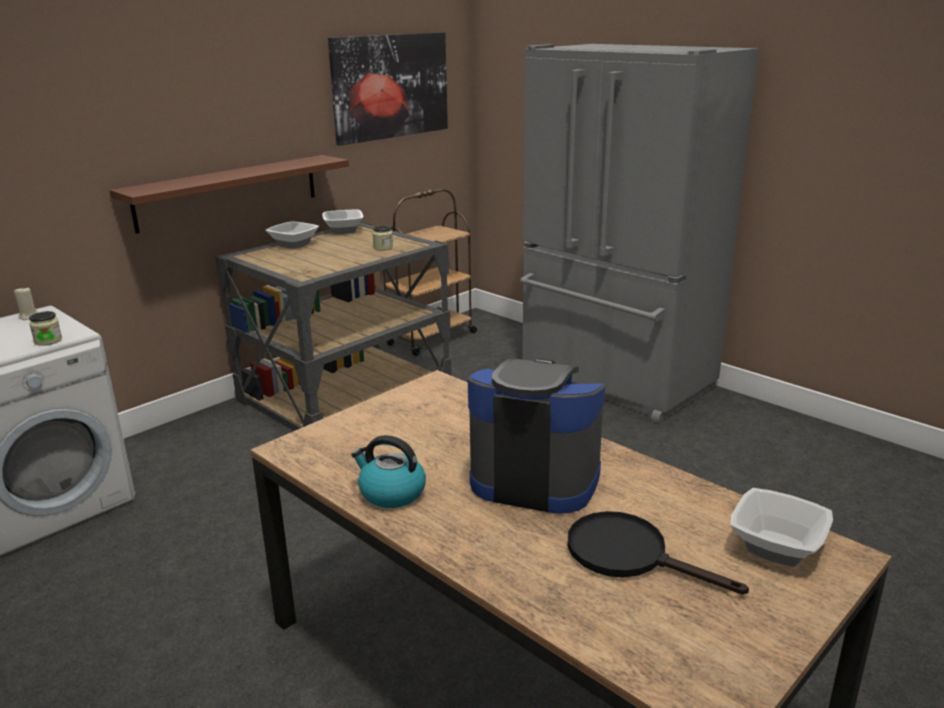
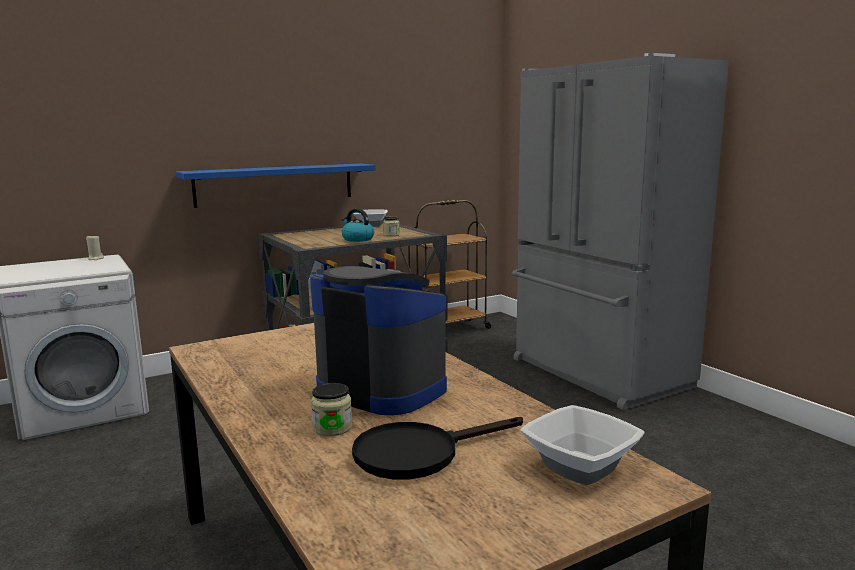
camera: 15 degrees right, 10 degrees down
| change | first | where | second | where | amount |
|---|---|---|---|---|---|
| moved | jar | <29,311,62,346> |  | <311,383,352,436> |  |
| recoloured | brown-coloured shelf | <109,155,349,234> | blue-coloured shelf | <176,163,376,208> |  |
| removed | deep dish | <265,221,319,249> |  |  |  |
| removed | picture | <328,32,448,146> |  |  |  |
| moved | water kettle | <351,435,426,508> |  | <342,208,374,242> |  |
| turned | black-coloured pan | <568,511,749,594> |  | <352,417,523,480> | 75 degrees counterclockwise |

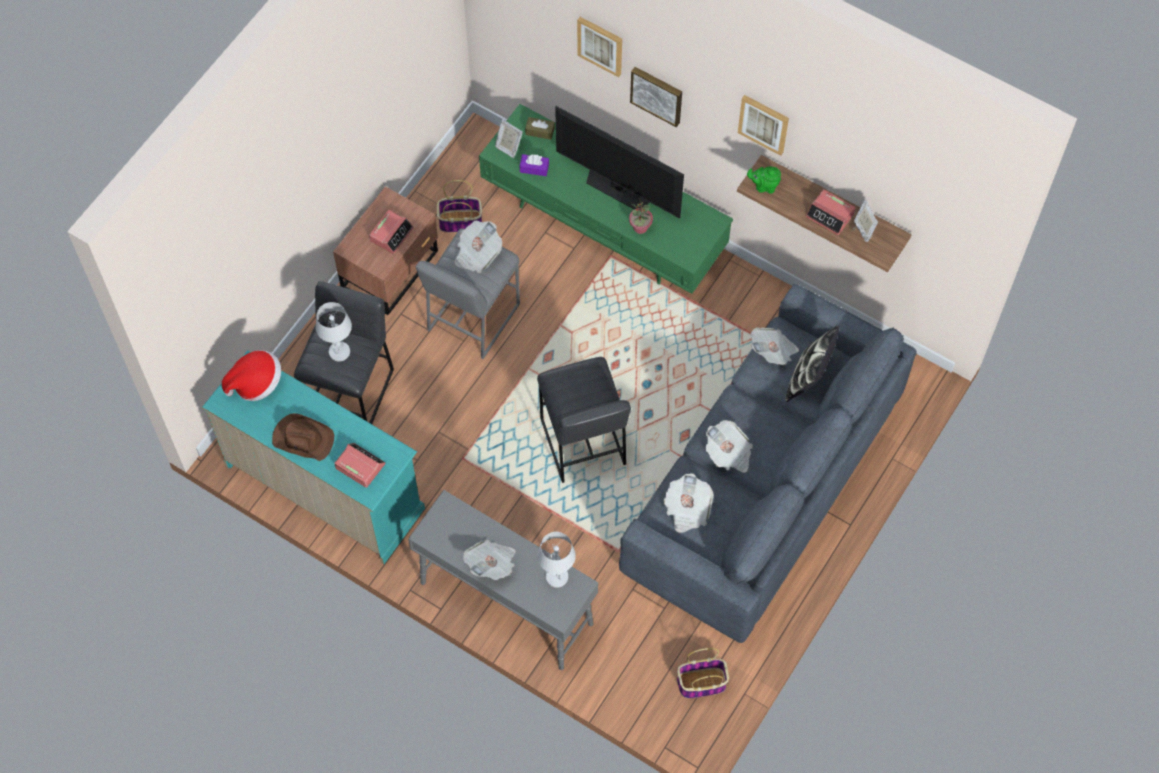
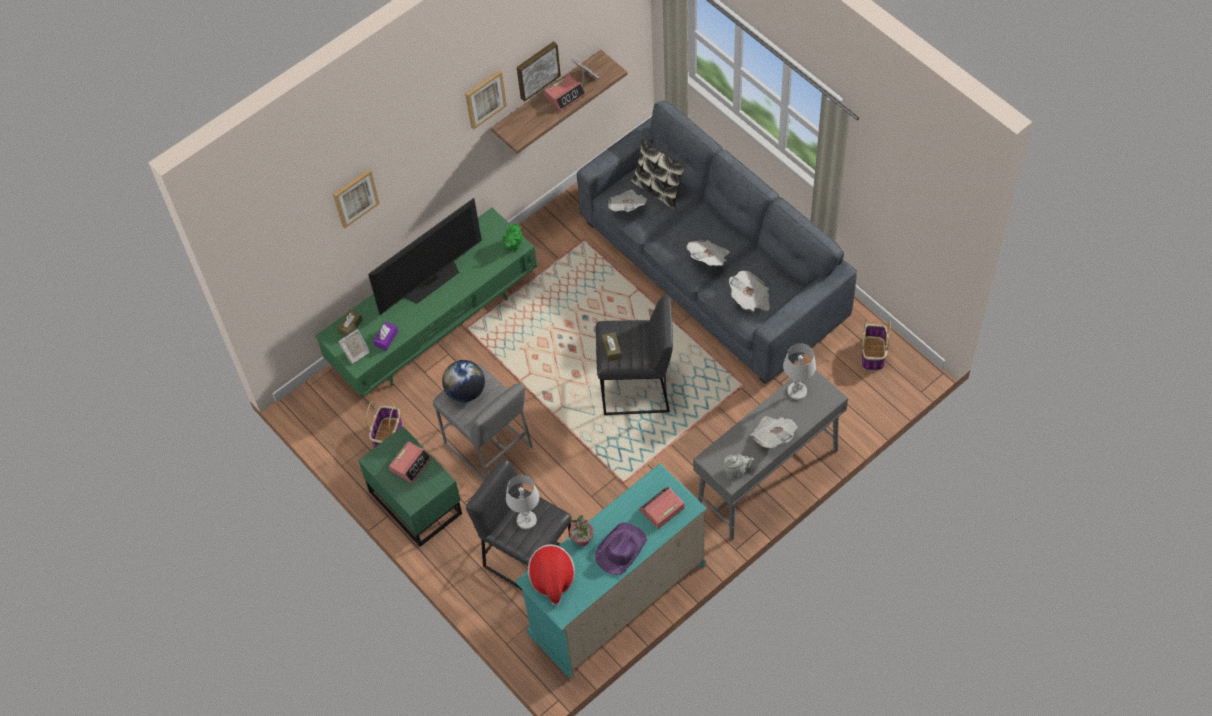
camera: 70 degrees left, 5 degrees down
| change | first | where | second | where | amount |
|---|---|---|---|---|---|
| recoloured | brown-coloured wearable hat | <272,413,334,461> | purple wearable hat | <595,523,648,575> |  |
| recoloured | brown-coloured bedside table | <333,186,438,315> | green bedside table | <358,426,462,547> |  |
| turned | bedside clock | <369,210,414,254> |  | <389,441,432,483> | 75 degrees clockwise |
| replaced | printed paper | <454,221,502,273> | globe | <442,360,485,402> |  |
| moved | houseplant | <629,198,653,234> |  | <570,515,594,546> |  |
| moved | picture | <630,67,682,127> |  | <517,41,561,102> |  |
| moved | green tea pot | <747,167,781,194> |  | <503,224,522,251> |  |
| added |  |  | brown-coloured box of tissues | <602,332,621,362> |  |
| added |  |  | grey tea pot | <723,454,754,479> |  |

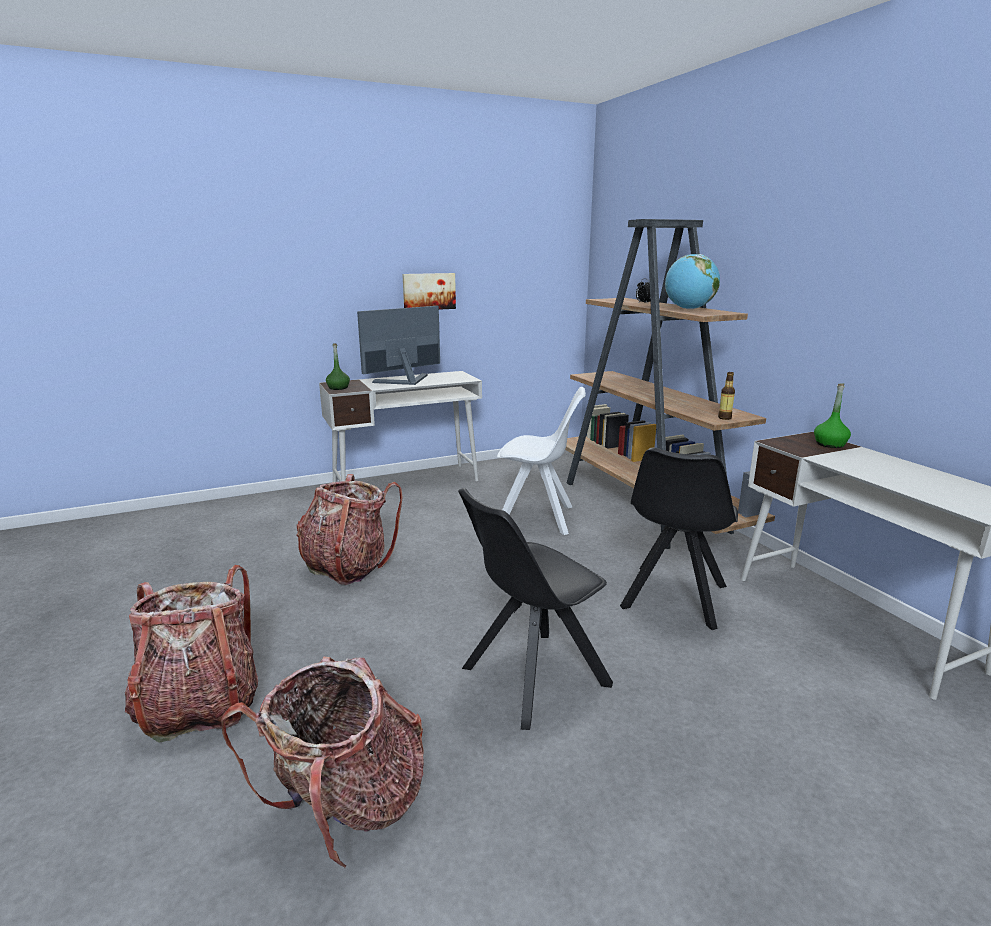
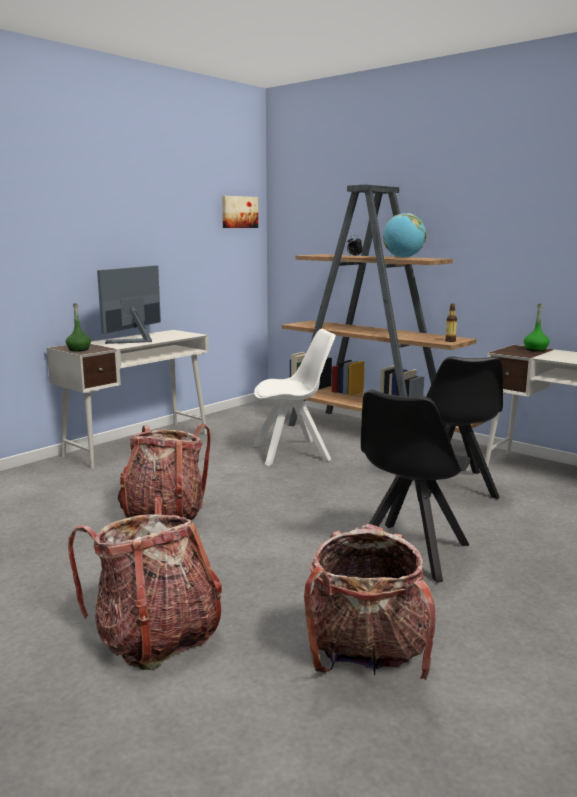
camera: 25 degrees left, 5 degrees down
| change | first | where | second | where | amount |
|---|---|---|---|---|---|
| moved | picture | <402,273,456,310> |  | <222,196,258,228> |  |

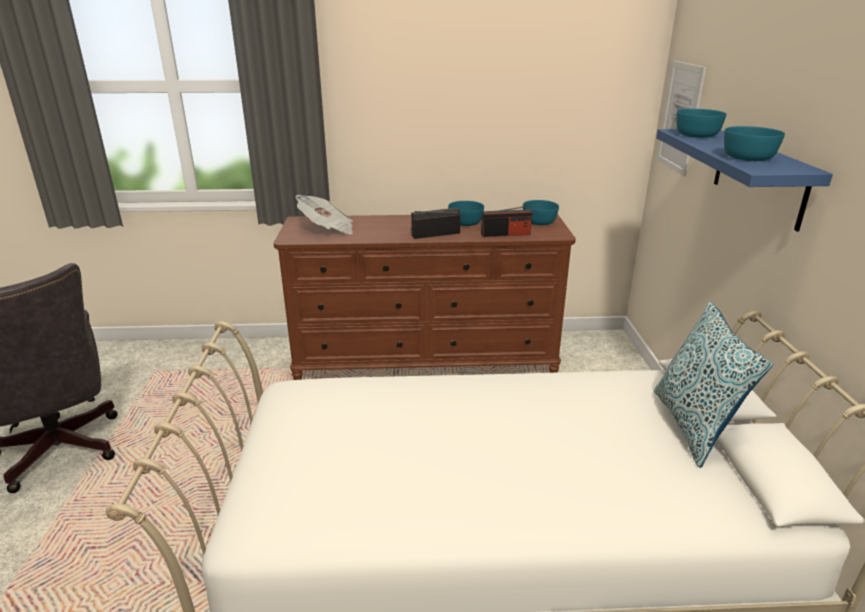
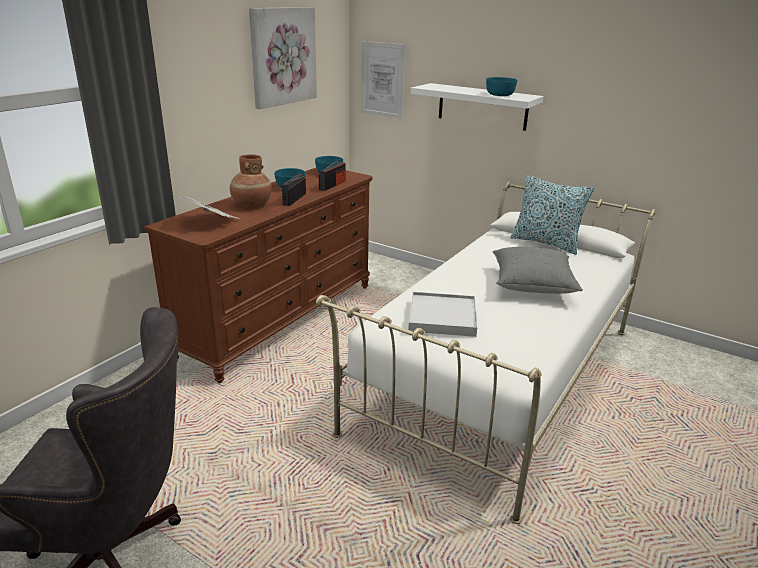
camera: 55 degrees left, 0 degrees up
| change | first | where | second | where | amount |
|---|---|---|---|---|---|
| recoloured | blue-coloured shelf | <656,129,833,232> | whitish shelf | <411,83,544,131> |  |
| removed | blue-green deep dish | <676,109,727,138> |  |  |  |
| added |  |  | brown-coloured decorative vase | <230,154,272,208> |  |
| added |  |  | picture | <249,7,317,109> |  |
| added |  |  | whitish tray | <408,292,477,337> |  |
| added |  |  | grey pillow | <493,247,583,294> |  |

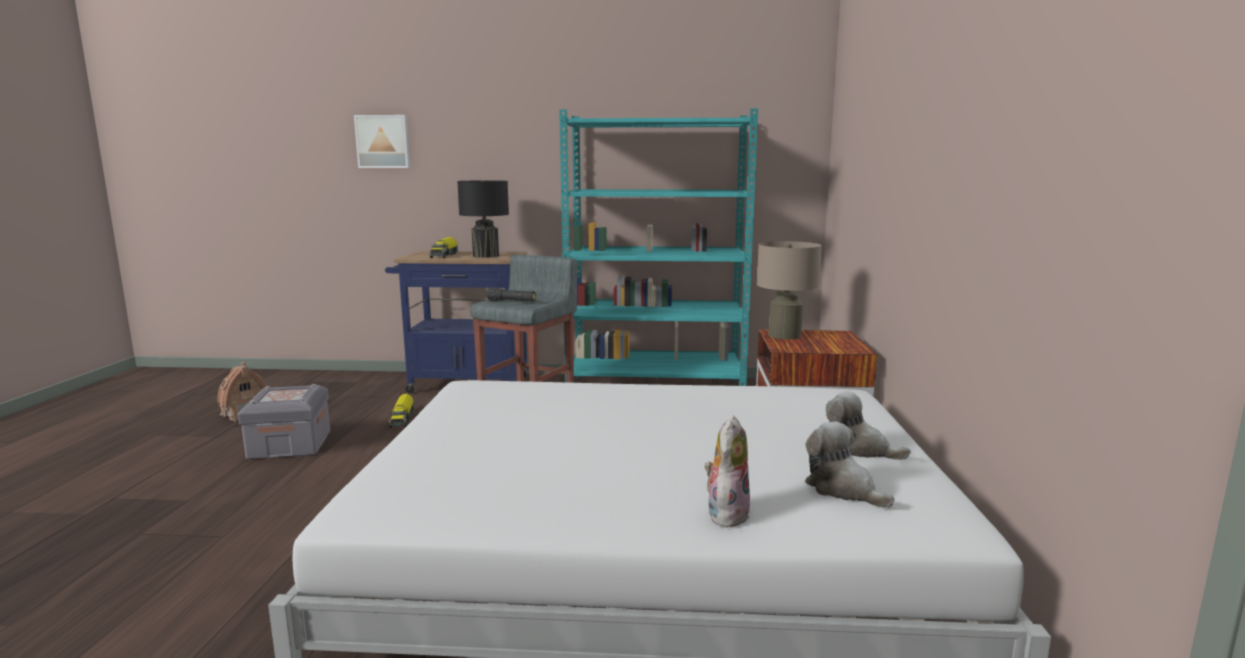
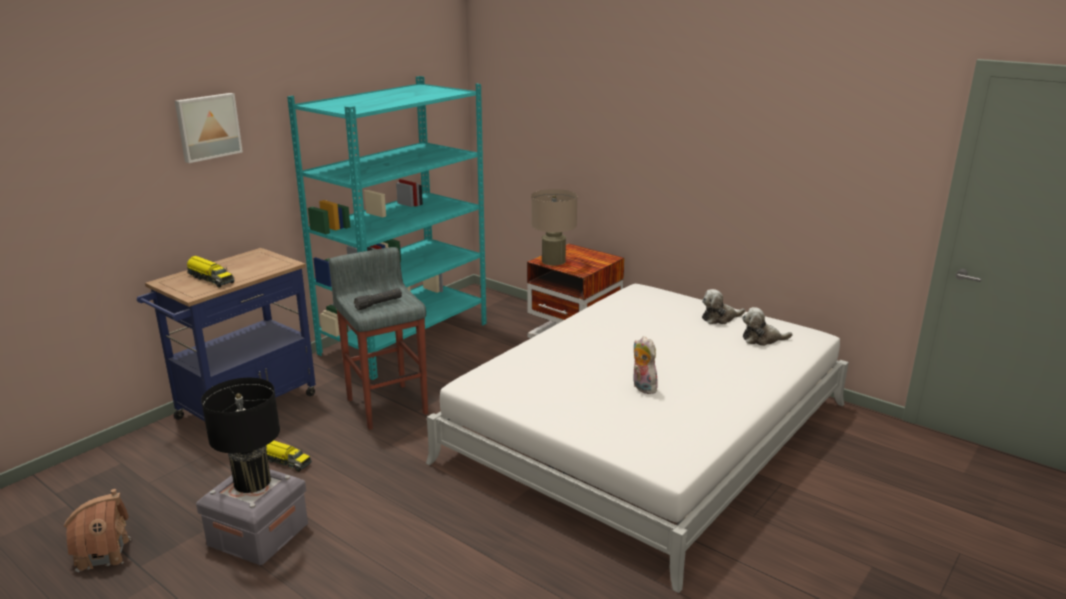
camera: 55 degrees left, 10 degrees up
| change | first | where | second | where | amount |
|---|---|---|---|---|---|
| moved | picture | <354,115,410,168> |  | <175,93,243,163> |  |
| moved | black-coloured lamp for a table | <457,180,509,258> |  | <201,378,280,493> |  |
| moved | plush toy | <704,416,750,529> |  | <633,336,658,394> |  |

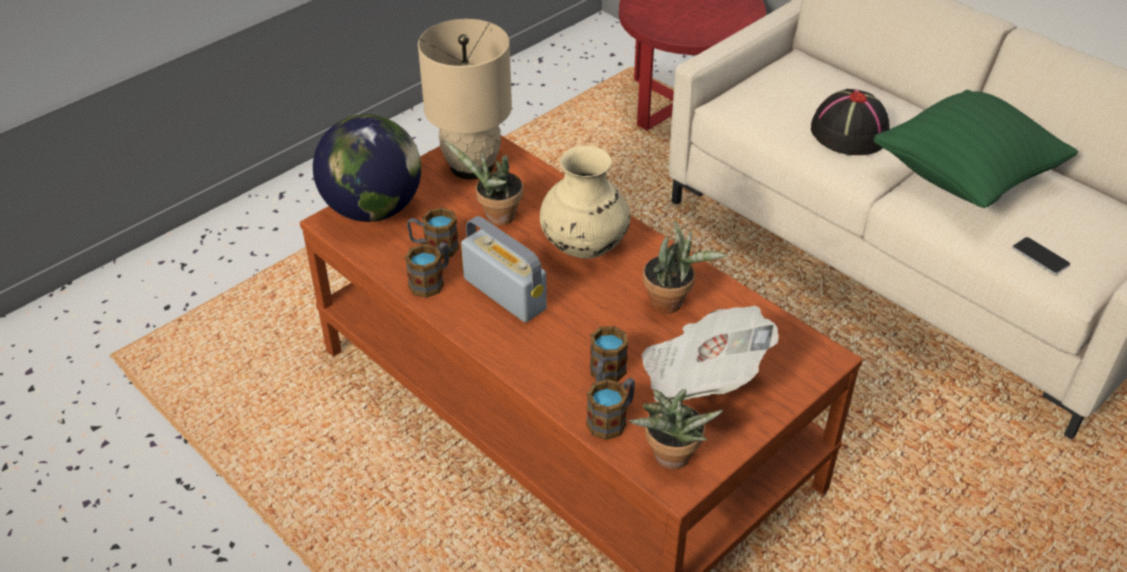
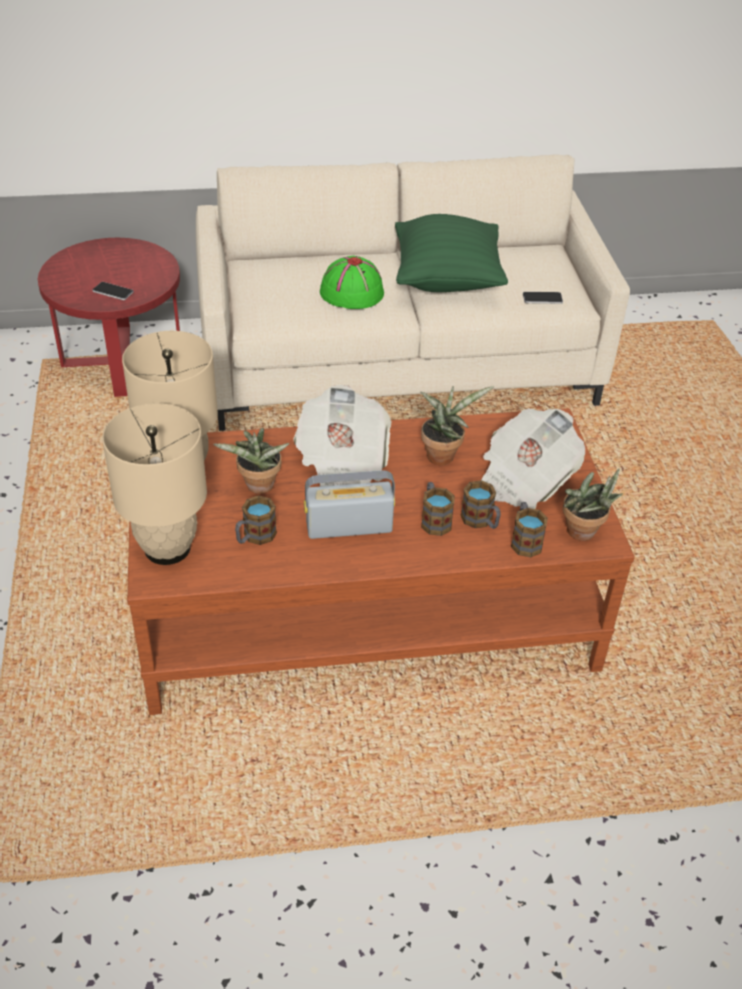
camera: 55 degrees left, 0 degrees up
| change | first | where | second | where | amount |
|---|---|---|---|---|---|
| replaced | globe | <313,114,421,222> | beige-coloured lamp for a table | <102,403,207,565> |  |
| moved | tea mug | <405,242,449,298> |  | <421,482,455,536> |  |
| replaced | beige-coloured decorative vase | <540,145,630,258> | printed paper | <293,385,391,486> |  |
| recoloured | black-coloured wearable hat | <811,89,890,155> | green wearable hat | <320,255,384,309> |  |
| added |  |  | telephone | <92,282,134,300> |  |

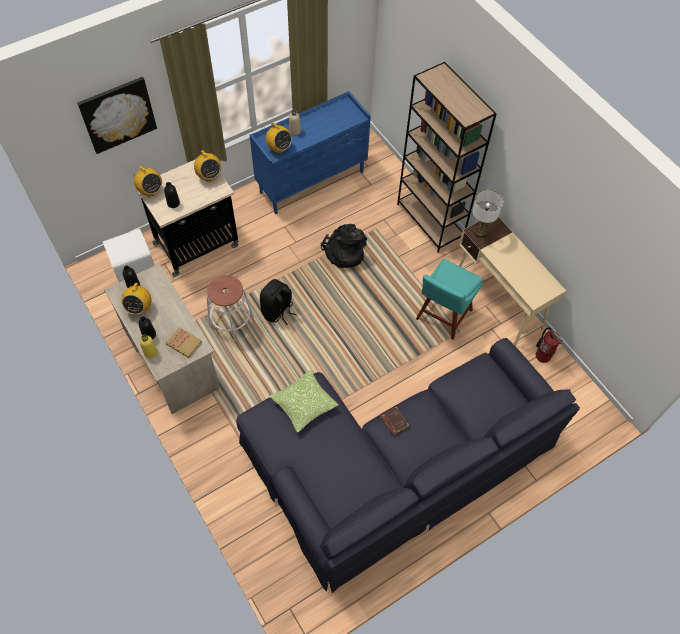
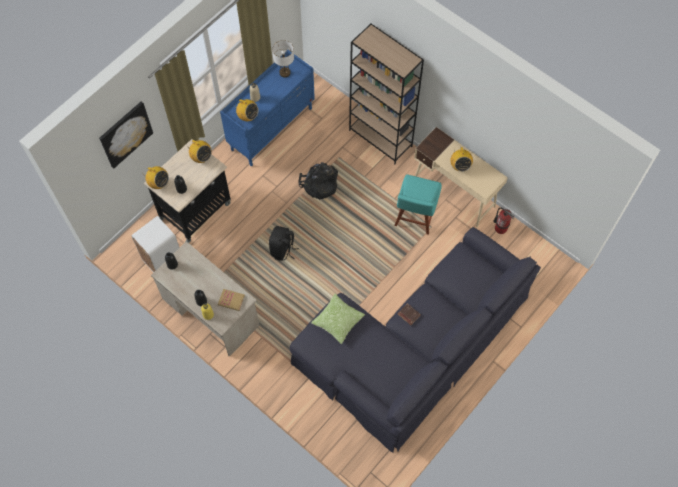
camera: 15 degrees left, 5 degrees up
| change | first | where | second | where | amount |
|---|---|---|---|---|---|
| moved | radio set | <121,280,152,315> |  | <450,147,473,172> |  |
| removed | whitish stool seat | <207,275,254,341> |  |  |  |
| moved | lamp for a table | <473,190,503,238> |  | <272,40,294,78> |  |

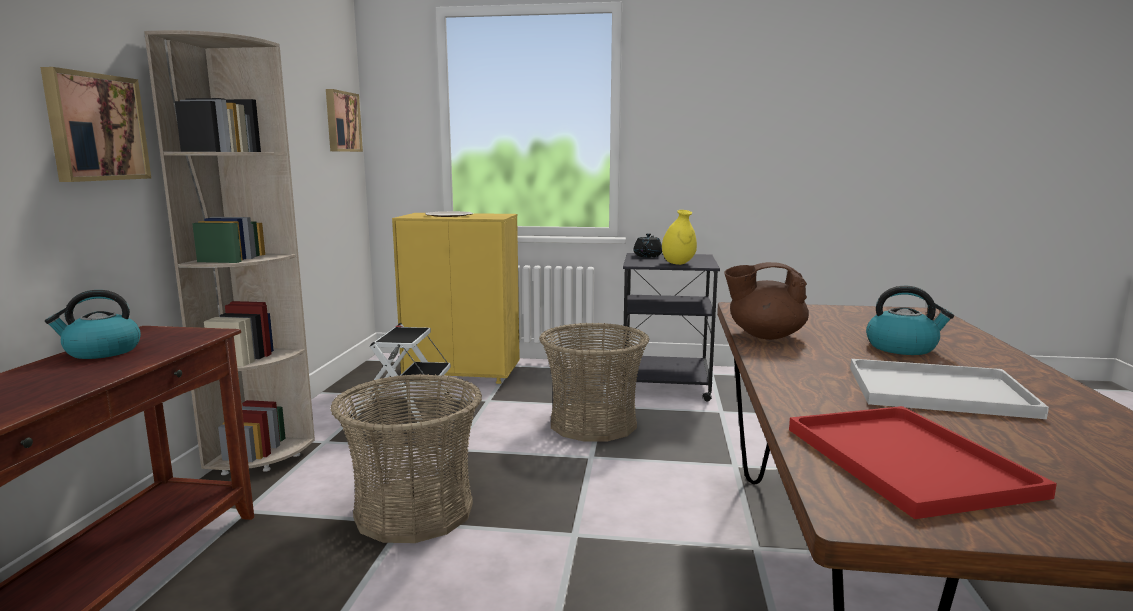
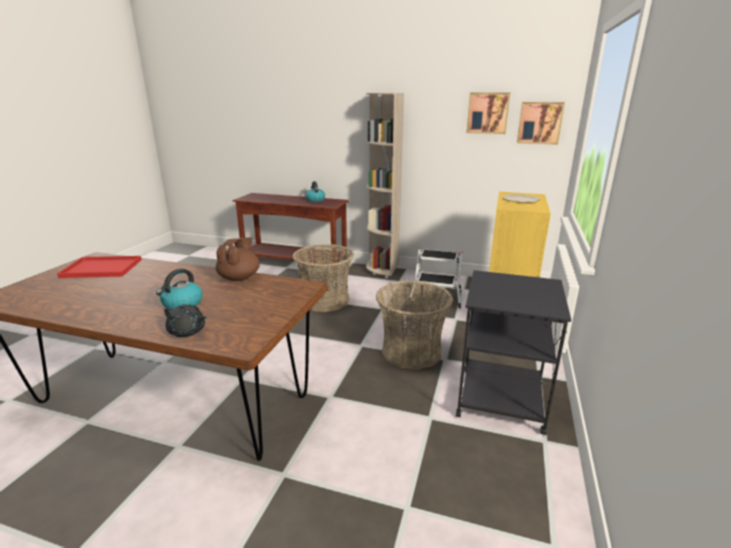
camera: 100 degrees right, 10 degrees up
| change | first | where | second | where | amount |
|---|---|---|---|---|---|
| moved | picture | <40,67,151,182> |  | <467,93,510,134> |  |
| moved | black-coloured tea pot | <633,233,662,257> |  | <164,304,207,337> |  |
| removed | yellowish decorative vase | <662,210,697,265> |  |  |  |
| removed | whitish tray | <850,359,1049,419> |  |  |  |

